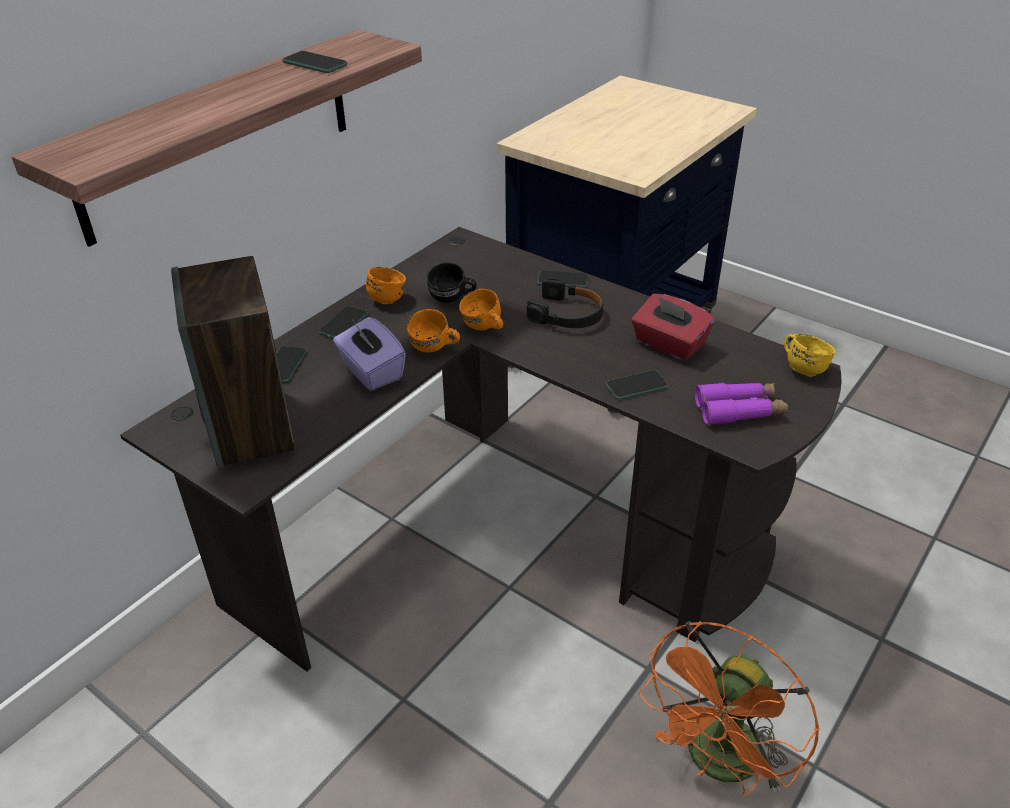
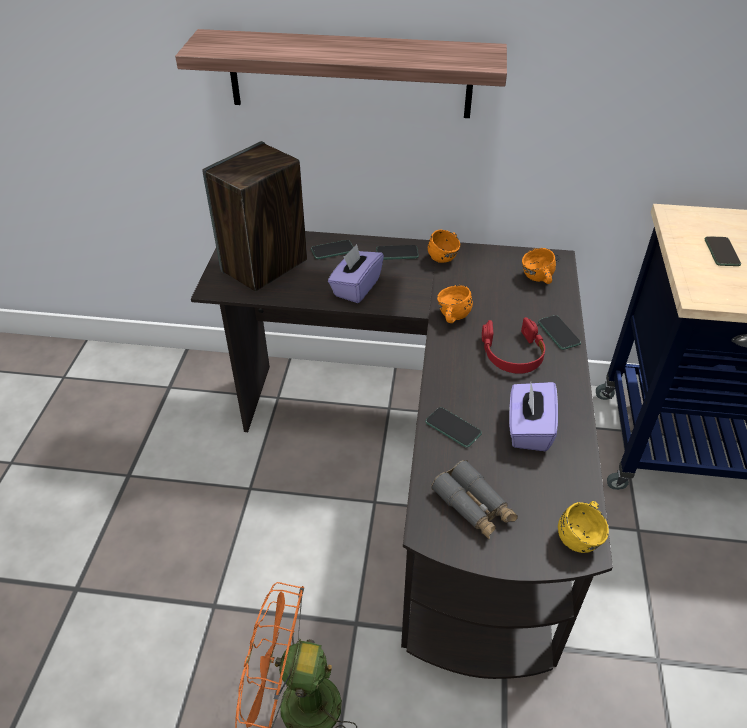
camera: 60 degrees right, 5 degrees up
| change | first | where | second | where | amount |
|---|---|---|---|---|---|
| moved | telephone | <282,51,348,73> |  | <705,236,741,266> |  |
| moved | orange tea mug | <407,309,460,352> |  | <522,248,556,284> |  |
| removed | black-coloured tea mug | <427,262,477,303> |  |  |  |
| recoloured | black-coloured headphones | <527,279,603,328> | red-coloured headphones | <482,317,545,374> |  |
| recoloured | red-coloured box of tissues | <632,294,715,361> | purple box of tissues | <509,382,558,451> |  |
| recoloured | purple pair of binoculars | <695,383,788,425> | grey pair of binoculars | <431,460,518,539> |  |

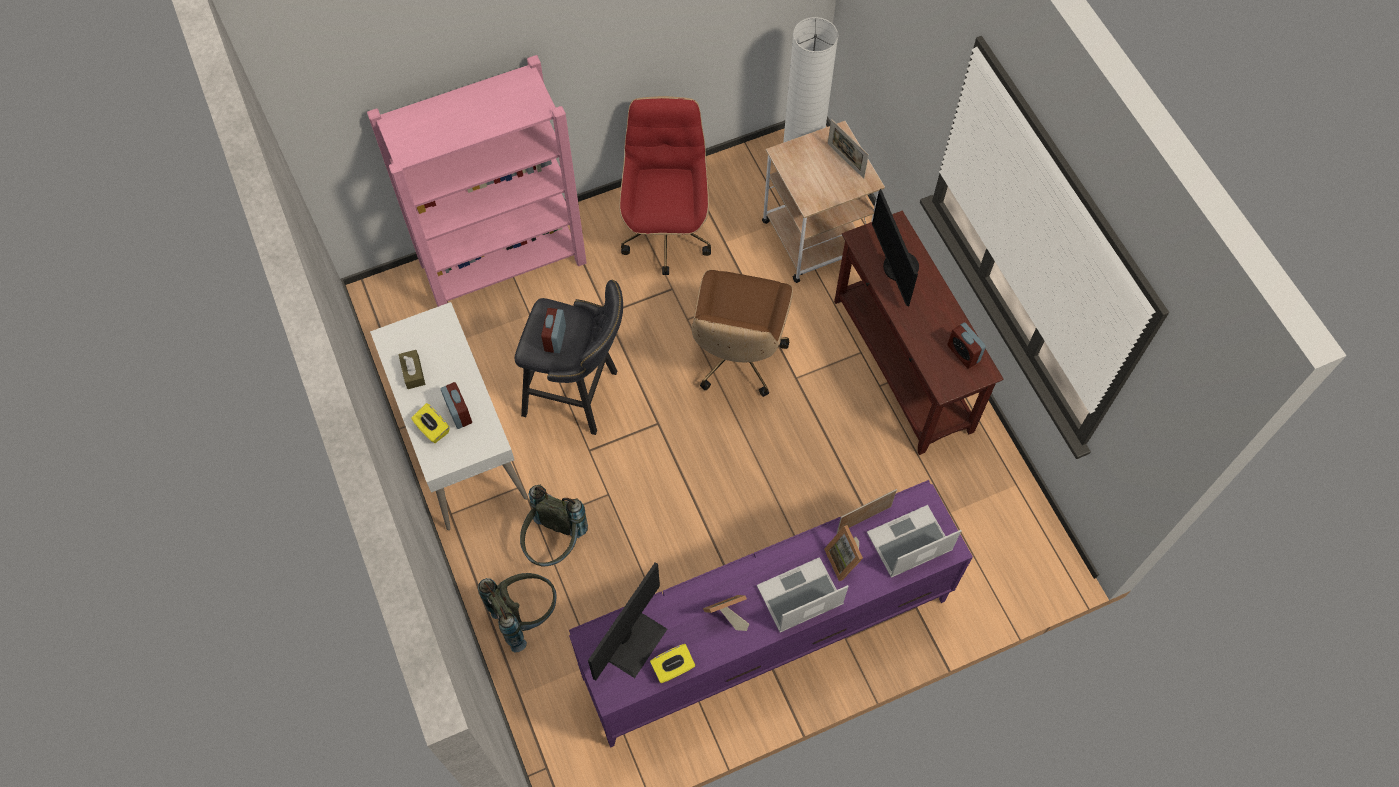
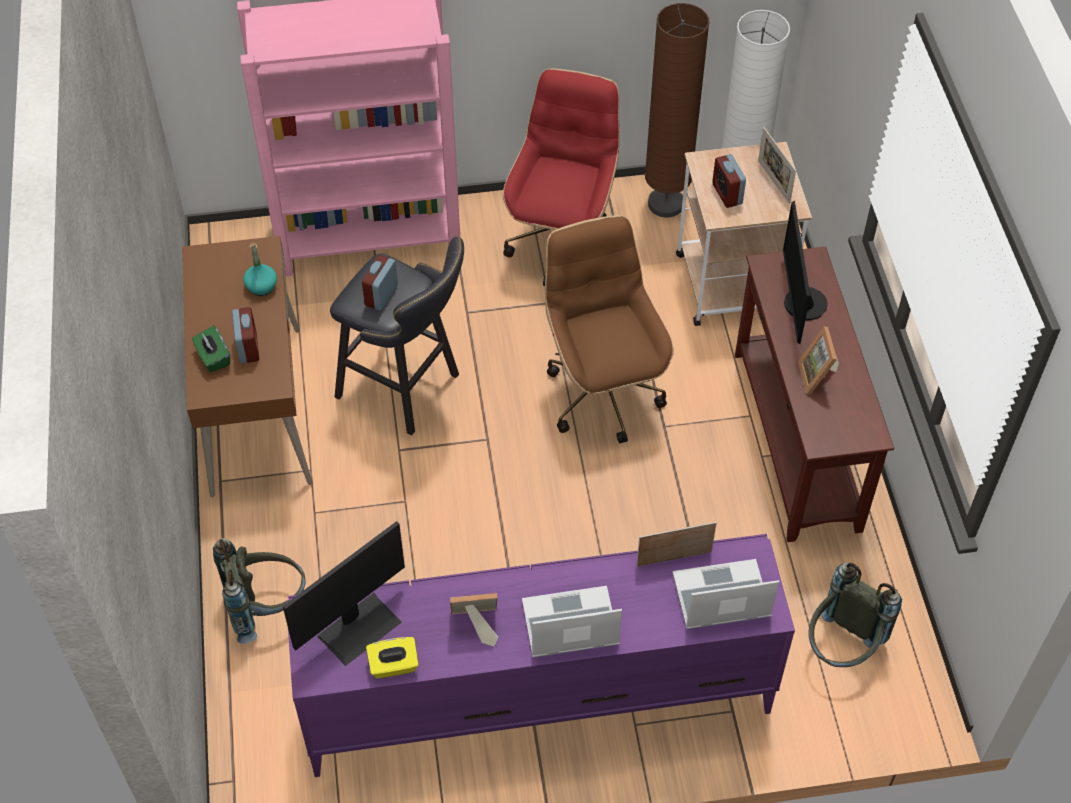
camera: 15 degrees right, 10 degrees down
| change | first | where | second | where | amount |
|---|---|---|---|---|---|
| recoloured | whitish desk | <370,302,528,530> | brown-coloured desk | <182,236,312,497> |  |
| removed | brown-coloured box of tissues | <399,350,425,389> |  |  |  |
| recoloured | yellowish box of tissues | <411,403,450,443> | green box of tissues | <192,325,230,372> |  |
| moved | grey knapsack | <520,484,588,567> |  | <808,562,902,667> |  |
| turned | brown-coloured computer chair | <692,270,793,397> |  | <545,215,674,443> | 135 degrees clockwise |
| moved | picture frame | <824,525,863,581> |  | <798,326,839,395> |  |
| moved | bedside clock | <947,323,986,368> |  | <712,154,746,208> |  |
| added |  |  | blue-green drink bottle | <243,242,277,296> |  |
| added |  |  | brown-coloured standing lamp | <645,3,710,217> |  |

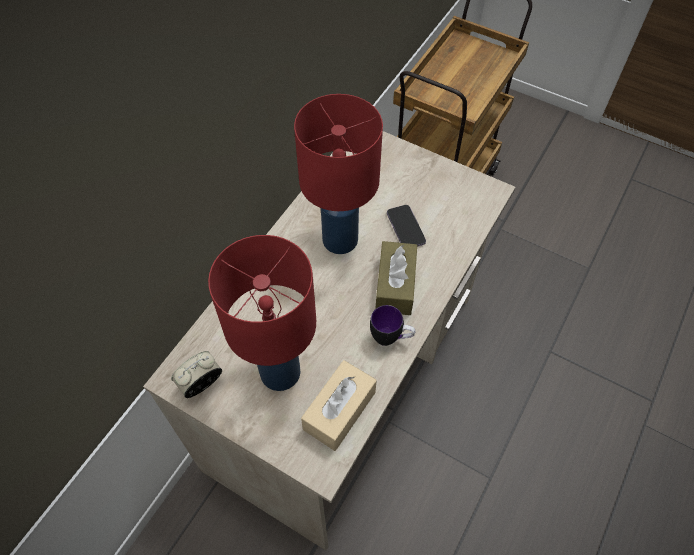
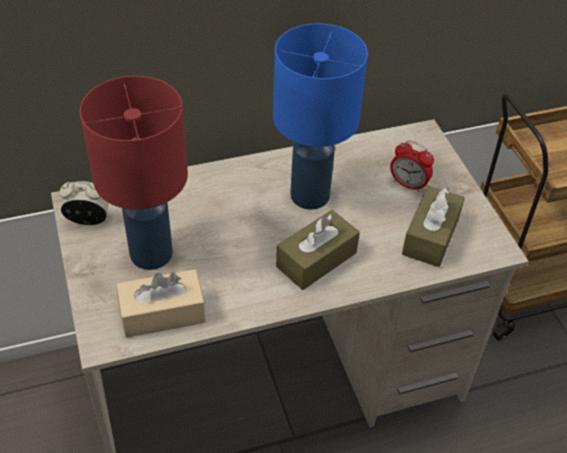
camera: 40 degrees right, 10 degrees down
| change | first | where | second | where | amount |
|---|---|---|---|---|---|
| recoloured | red-coloured lamp for a table | <294,94,383,254> | blue-coloured lamp for a table | <273,23,368,210> |  |
| removed | tea mug | <370,305,415,346> |  |  |  |
| removed | telephone | <387,205,426,247> |  |  |  |
| added |  |  | bedside clock | <390,140,434,192> |  |
| added |  |  | brown-coloured box of tissues | <402,186,465,267> |  |

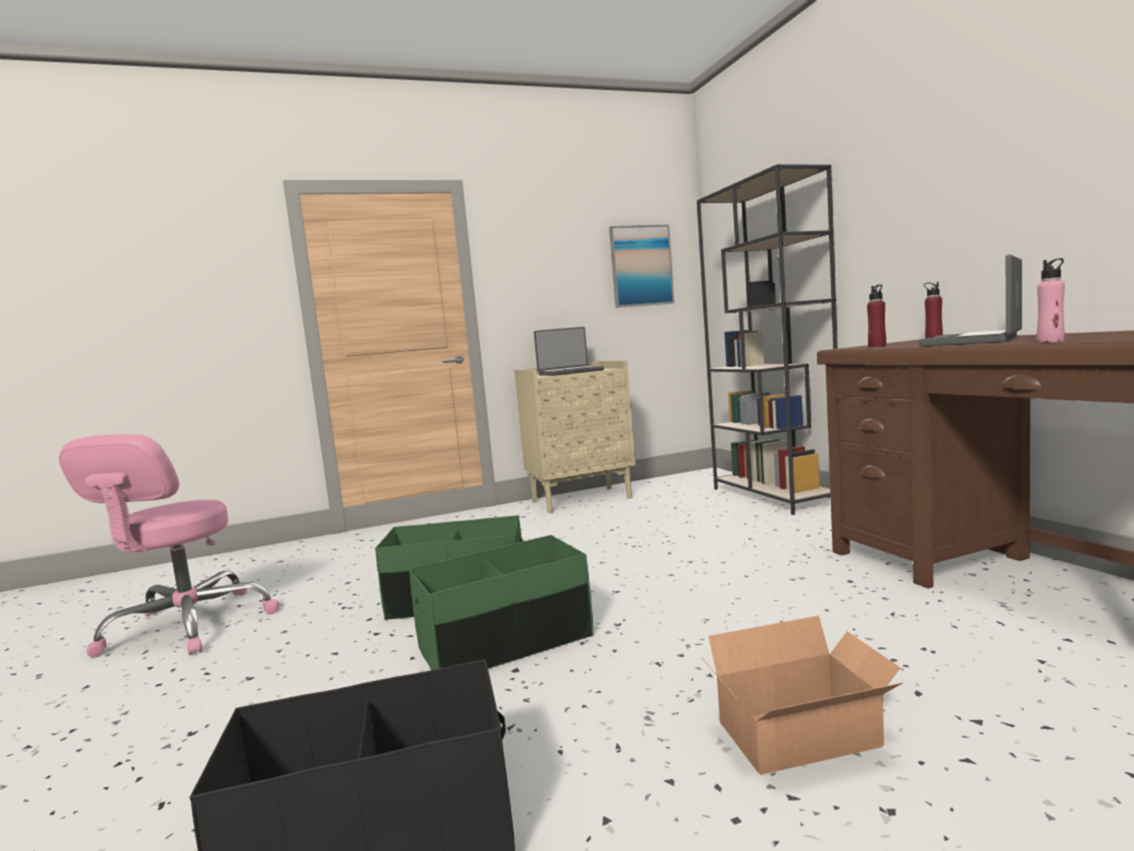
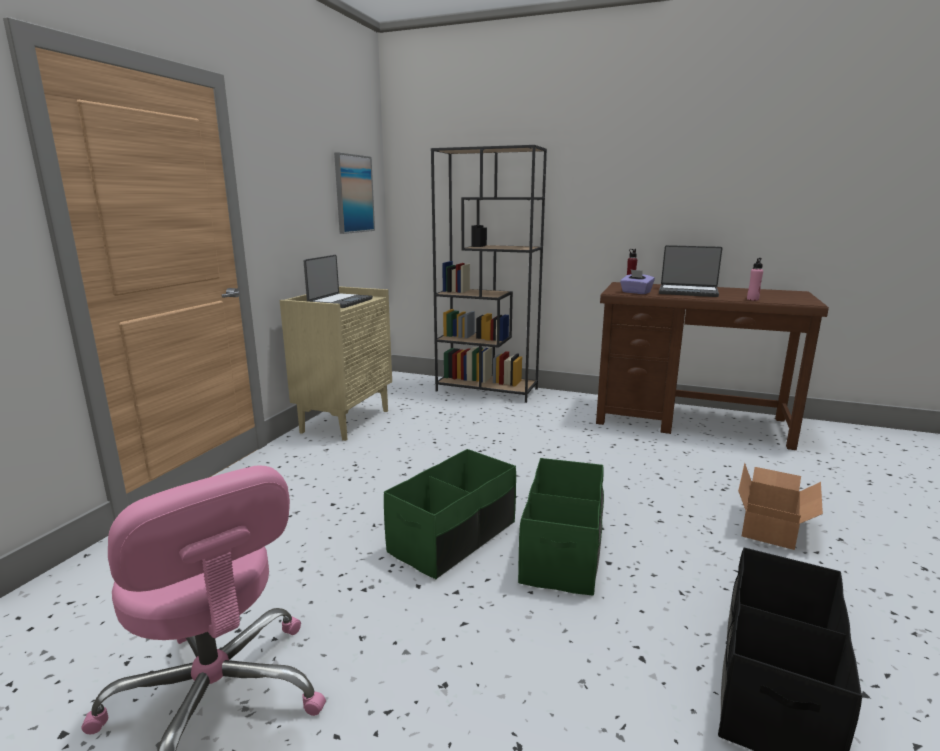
camera: 50 degrees left, 10 degrees up
| change | first | where | second | where | amount |
|---|---|---|---|---|---|
| replaced | red-coloured drink bottle | <867,284,886,347> | purple box of tissues | <620,270,655,294> |  |
| turned | notebook computer | <919,254,1022,347> |  | <659,245,723,297> | 60 degrees counterclockwise |

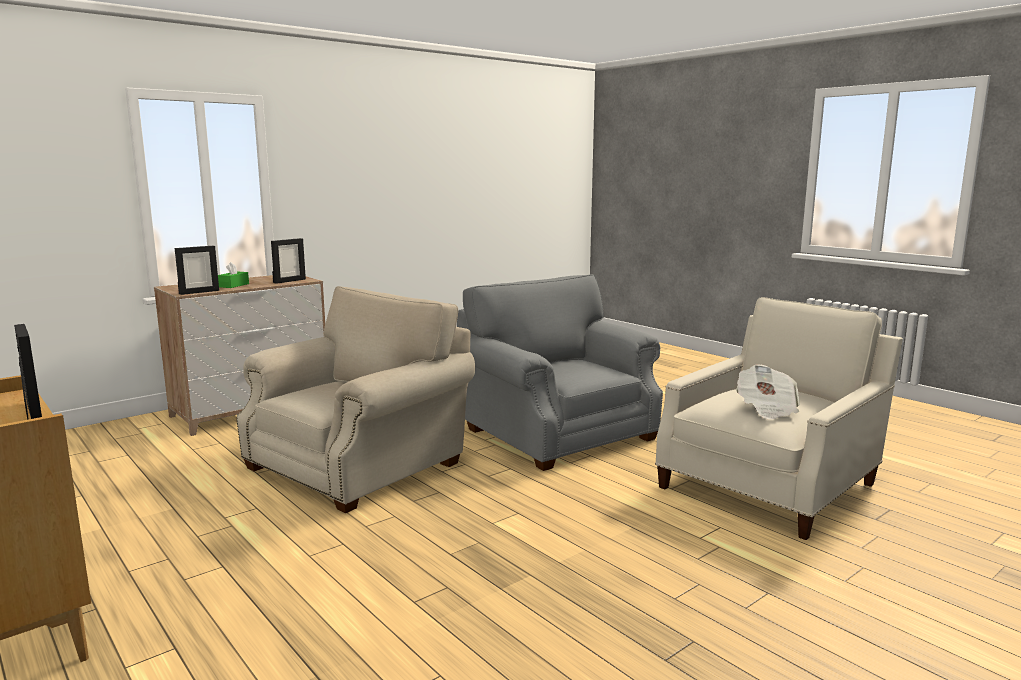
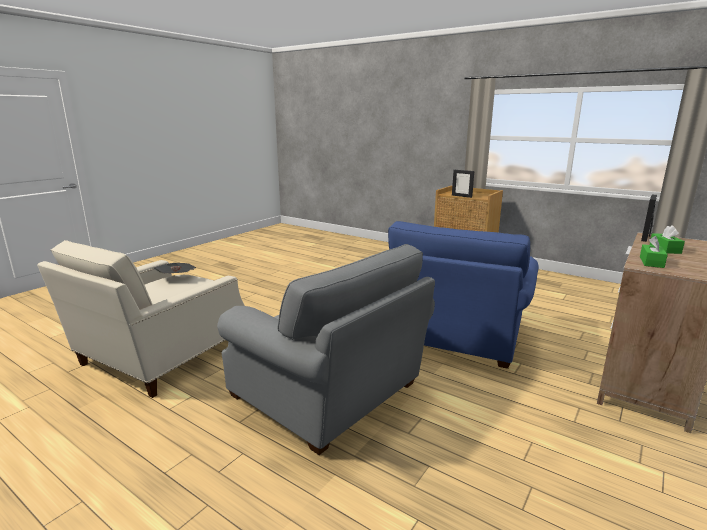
camera: 165 degrees right, 5 degrees up
| change | first | where | second | where | amount |
|---|---|---|---|---|---|
| recoloured | beige-coloured lounge chair | <237,286,475,513> | blue-coloured lounge chair | <388,221,539,369> |  |
| replaced | picture frame | <271,238,306,284> | green box of tissues | <640,236,668,268> |  |

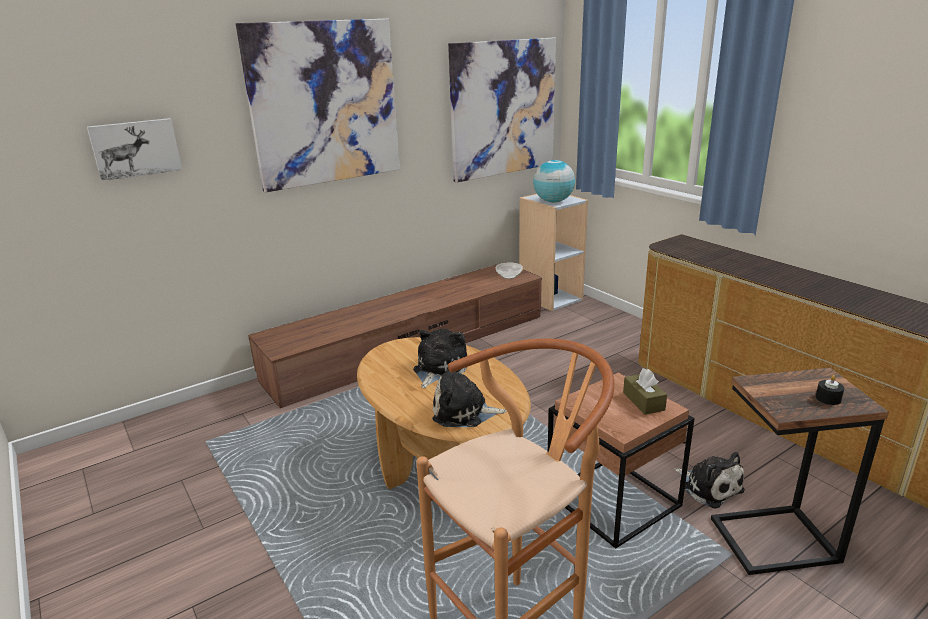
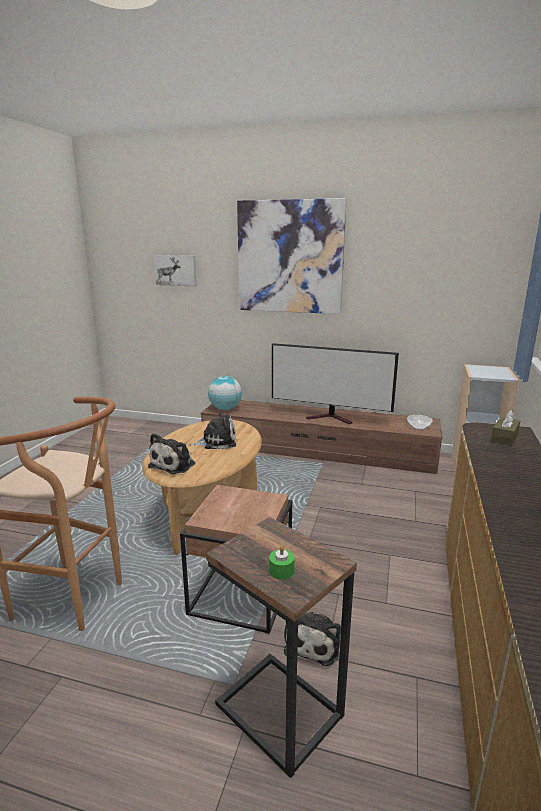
camera: 50 degrees right, 5 degrees down
| change | first | where | second | where | amount |
|---|---|---|---|---|---|
| turned | plush toy | <432,360,507,427> |  | <148,433,195,474> | 120 degrees counterclockwise |
| removed | picture | <448,38,556,183> |  |  |  |
| moved | globe | <533,160,575,202> |  | <208,376,242,410> |  |
| moved | brown-coloured box of tissues | <623,368,667,415> |  | <491,410,520,446> |  |
| recoloured | black-coloured wax light | <816,375,844,405> | green wax light | <269,545,294,580> |  |
| added |  |  | TV set | <272,343,399,424> |  |

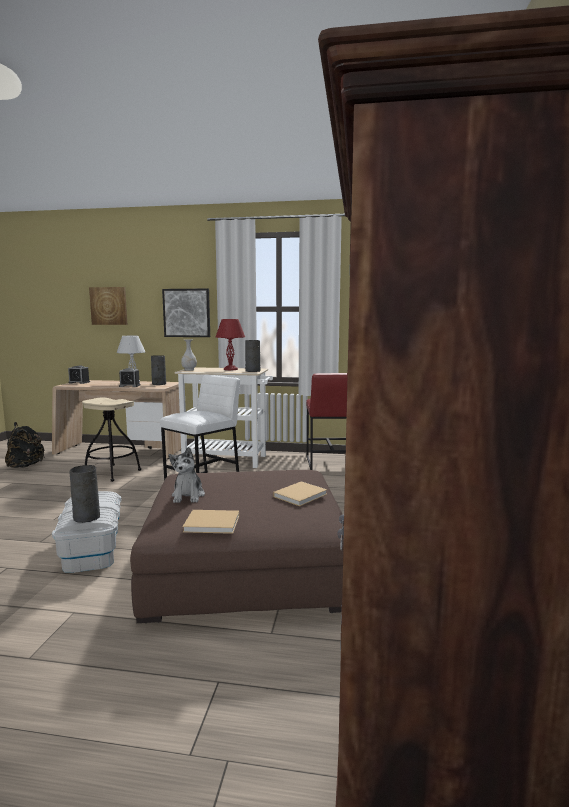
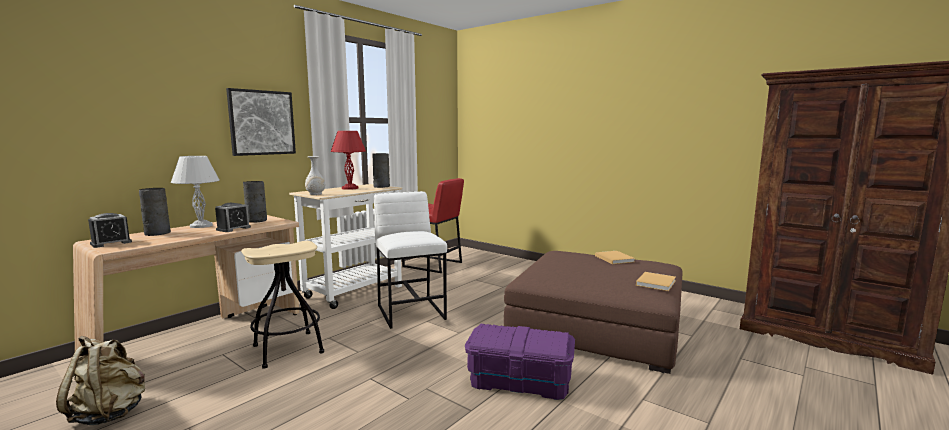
camera: 60 degrees left, 0 degrees up
| change | first | where | second | where | amount |
|---|---|---|---|---|---|
| recoloured | black-coloured knapsack | <5,422,45,468> | beige-coloured knapsack | <56,336,145,425> |  |
| recoloured | whitish storage container | <52,491,122,573> | purple storage container | <465,324,575,400> |  |
| moved | grey decorative vase | <70,465,100,523> |  | <139,188,171,236> |  |
| removed | picture | <89,287,128,325> |  |  |  |
| removed | plush toy | <168,447,205,503> |  |  |  |

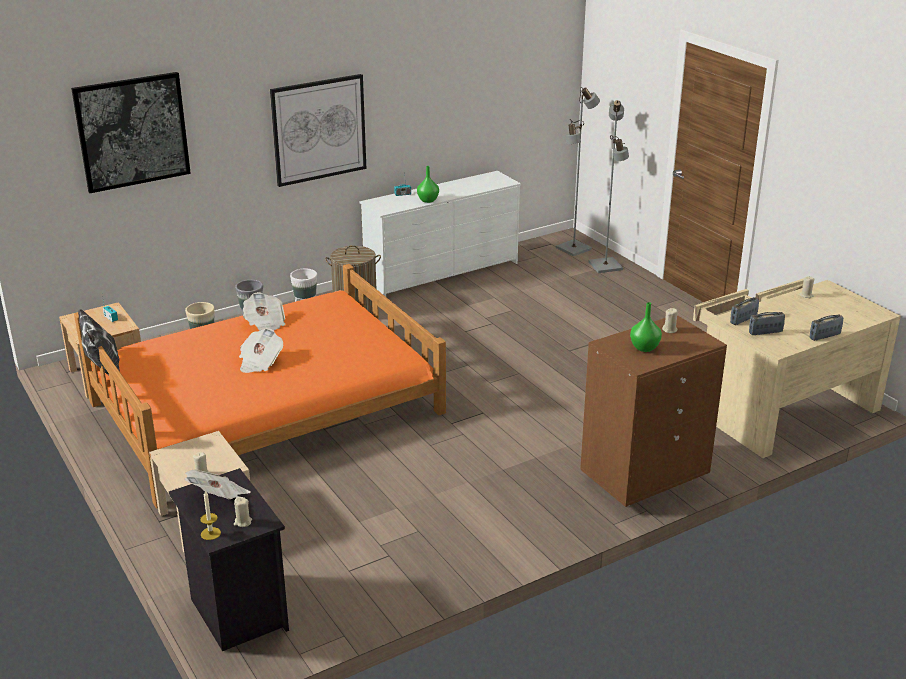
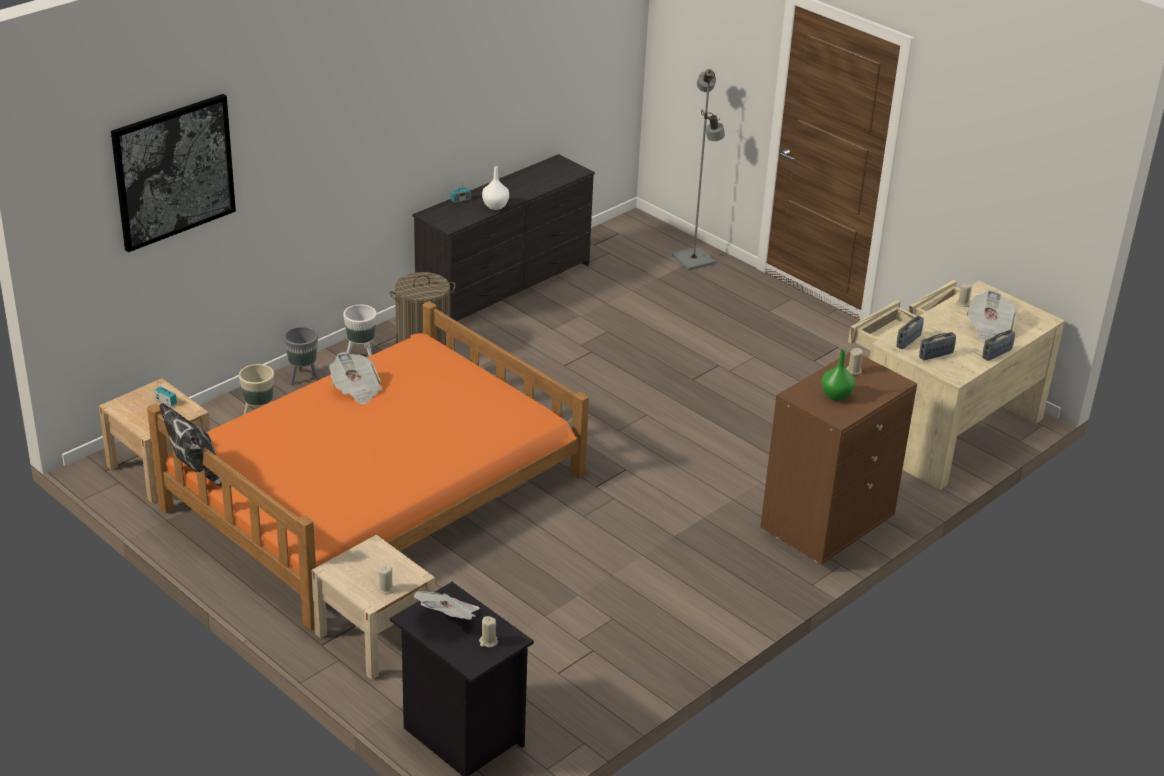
camera: 15 degrees left, 5 degrees up
| change | first | where | second | where | amount |
|---|---|---|---|---|---|
| removed | wax light | <200,491,221,540> |  |  |  |
| moved | printed paper | <239,328,283,373> |  | <967,290,1018,342> |  |
| removed | picture | <270,74,366,187> |  |  |  |
| recoloured | whitish chest of drawers | <360,171,521,297> | black-coloured chest of drawers | <413,154,595,321> |  |
| recoloured | green decorative vase | <417,166,439,203> | whitish decorative vase | <482,166,509,210> |  |
| removed | grey standing lamp | <556,87,600,256> |  |  |  |

